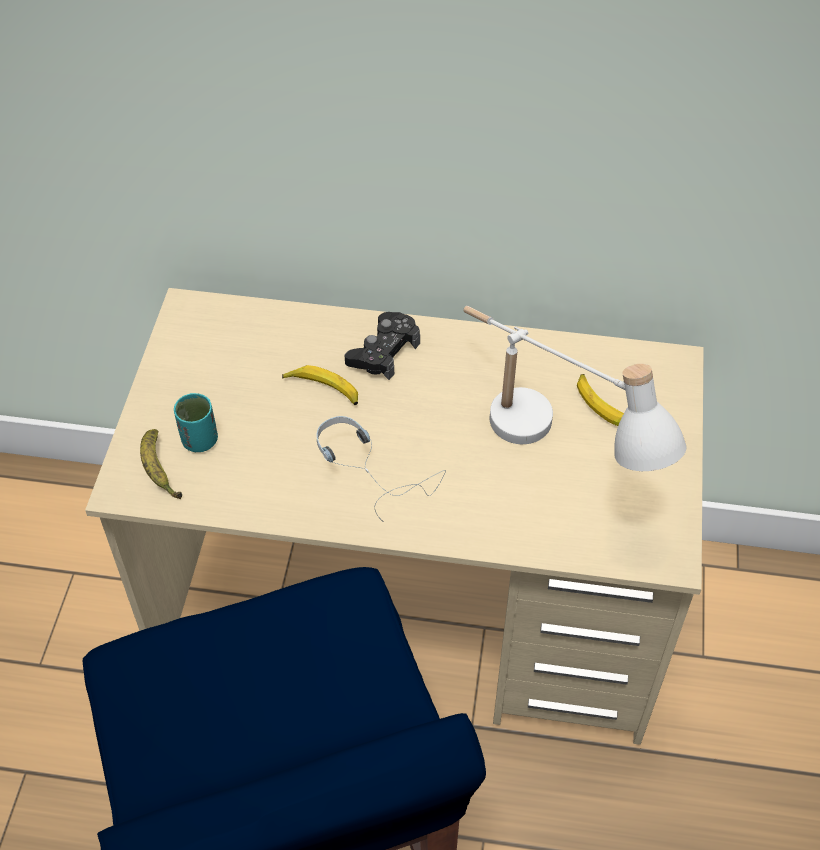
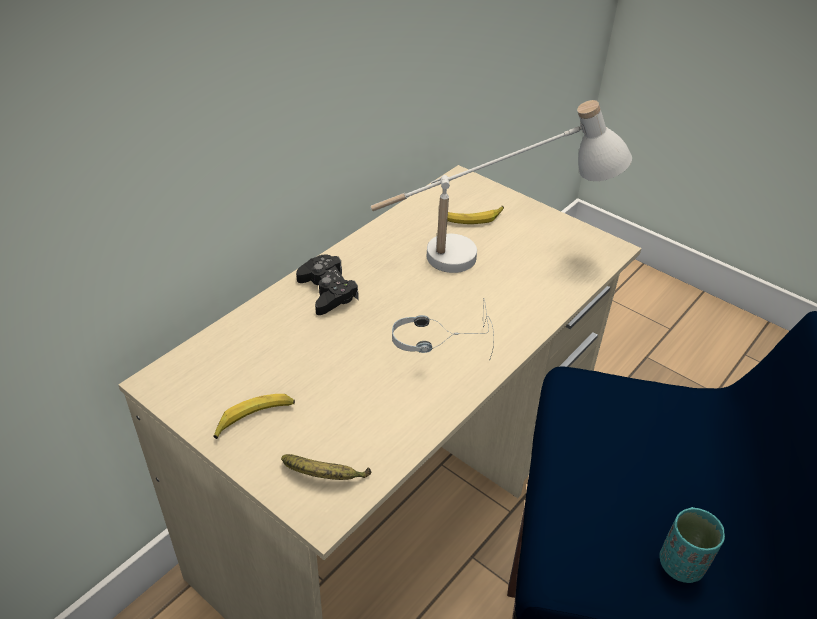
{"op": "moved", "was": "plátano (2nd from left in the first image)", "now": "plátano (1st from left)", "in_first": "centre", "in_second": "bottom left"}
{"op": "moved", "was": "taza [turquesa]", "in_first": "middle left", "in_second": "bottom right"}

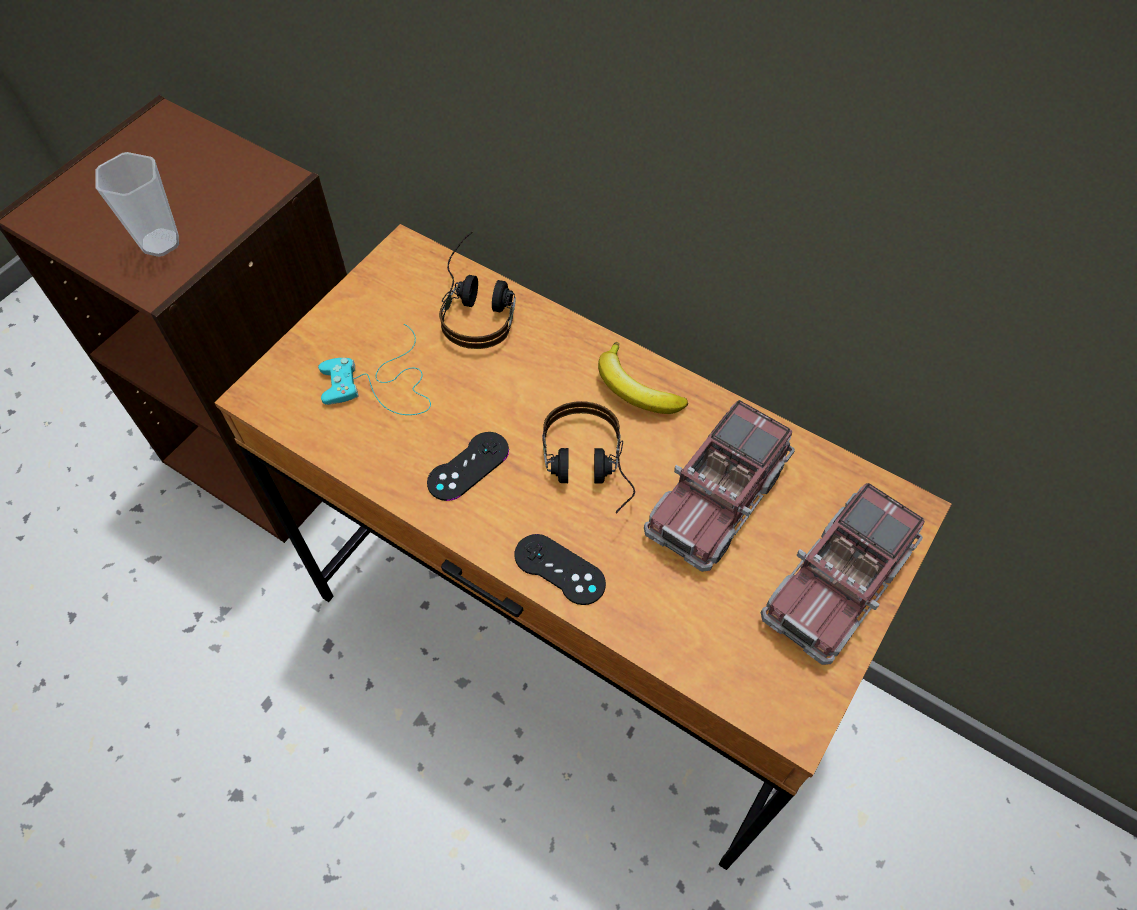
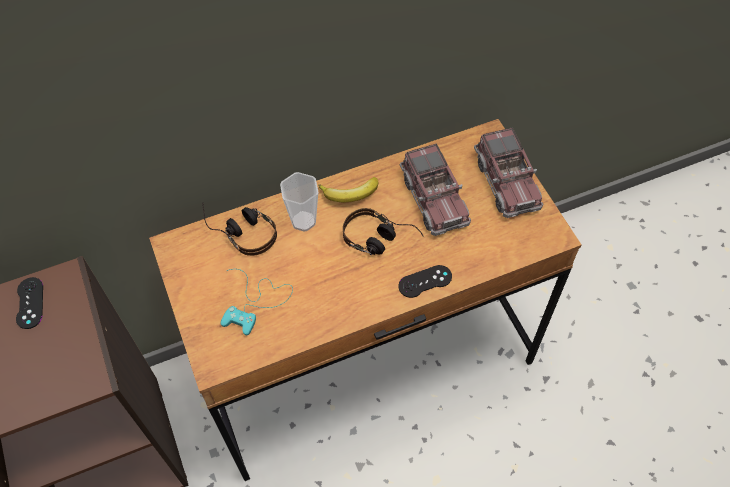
{"op": "moved", "was": "mando de consola [negro] (1st from left)", "in_first": "centre", "in_second": "middle left"}
{"op": "moved", "was": "taza", "in_first": "top left", "in_second": "centre"}

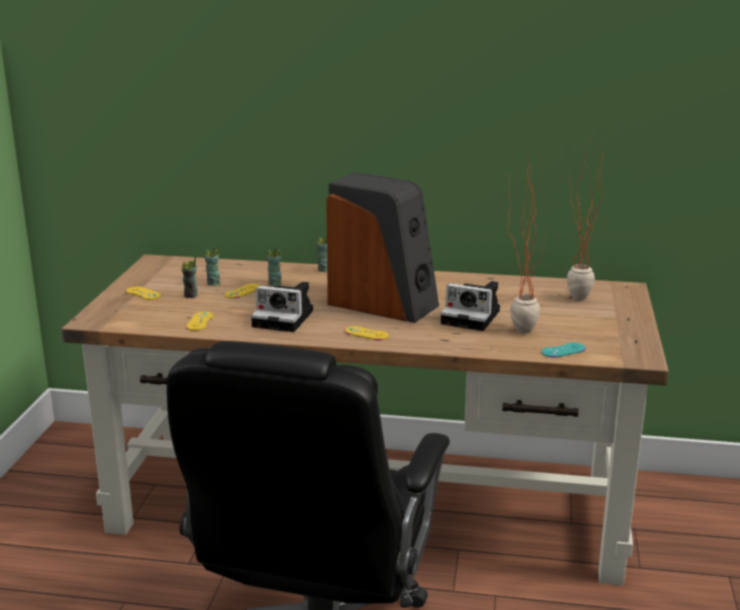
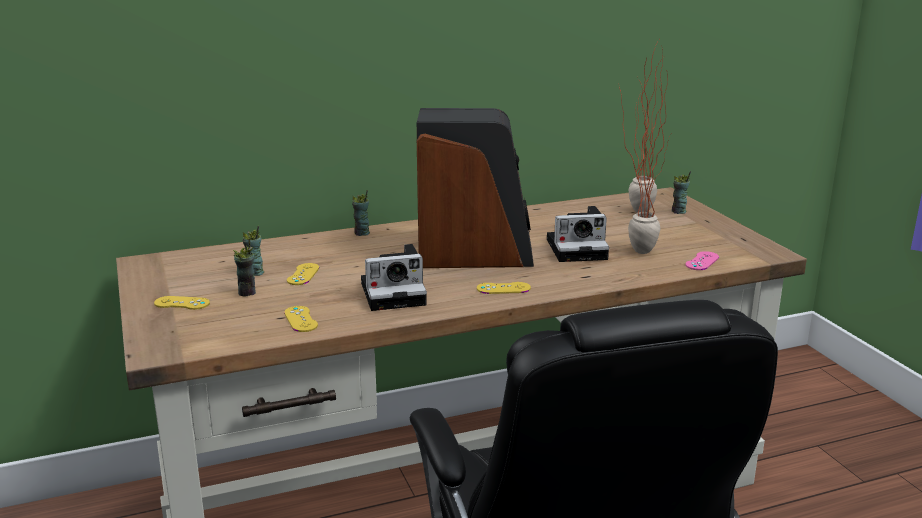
{"op": "moved", "was": "taza (3rd from left in the first image)", "now": "taza (4th from left)", "in_first": "centre", "in_second": "middle right"}
{"op": "recoloured", "was": "mando de consola [turquesa]", "now": "mando de consola [rosa]", "in_first": "middle right", "in_second": "middle right"}

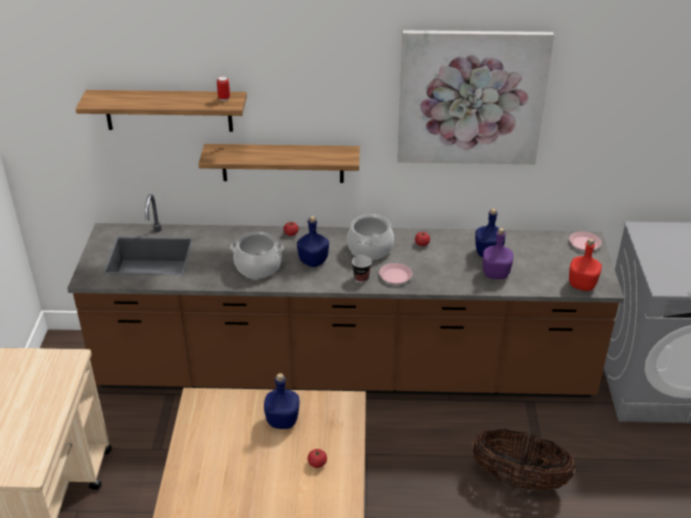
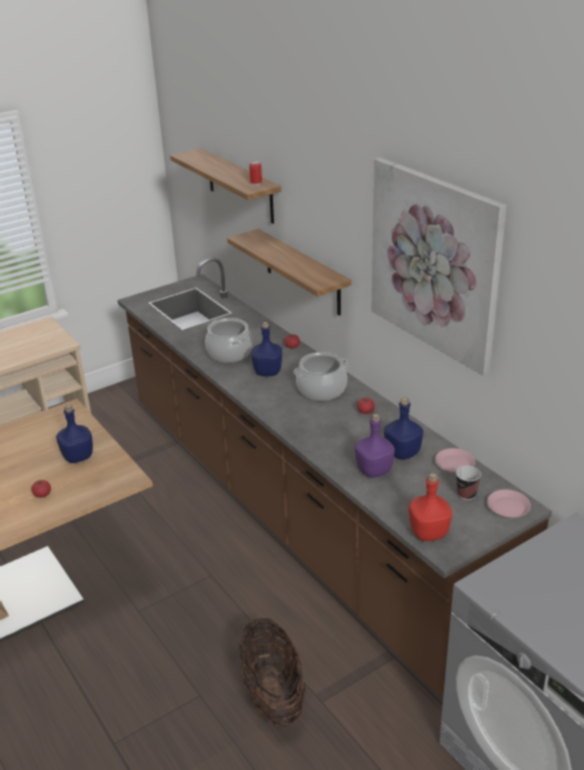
{"op": "moved", "was": "plato [rosa] (1st from left)", "in_first": "centre", "in_second": "middle right"}
{"op": "moved", "was": "taza", "in_first": "centre", "in_second": "middle right"}

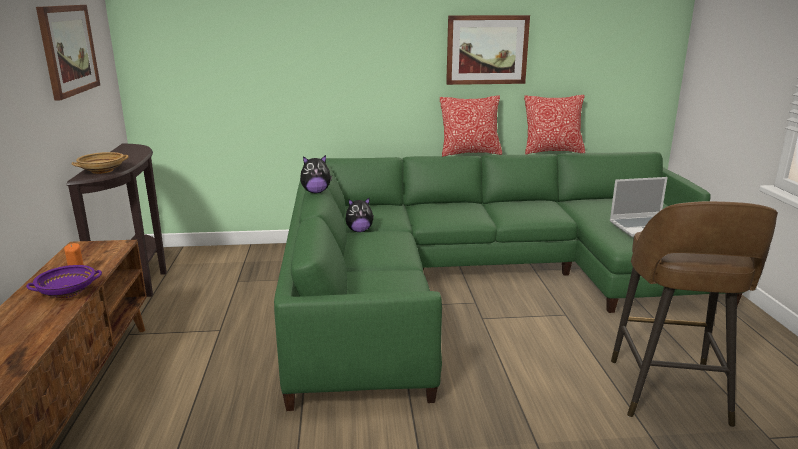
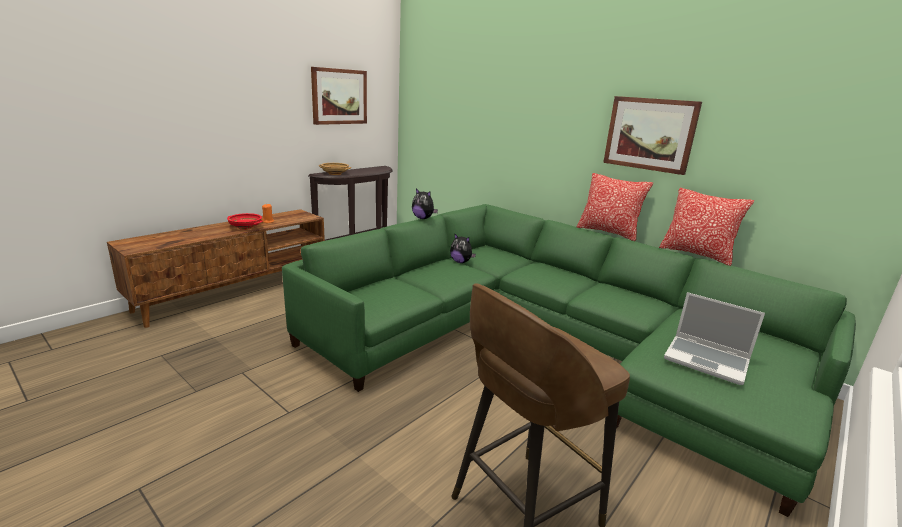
{"op": "recoloured", "was": "cuenco [morado]", "now": "cuenco [rojo]", "in_first": "middle left", "in_second": "middle left"}

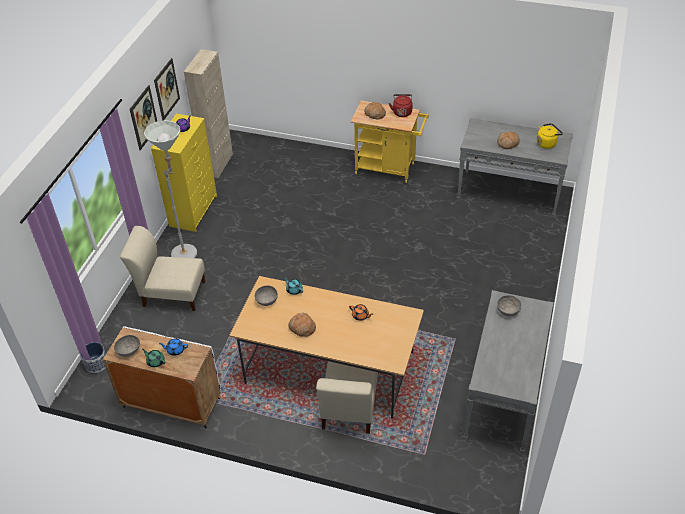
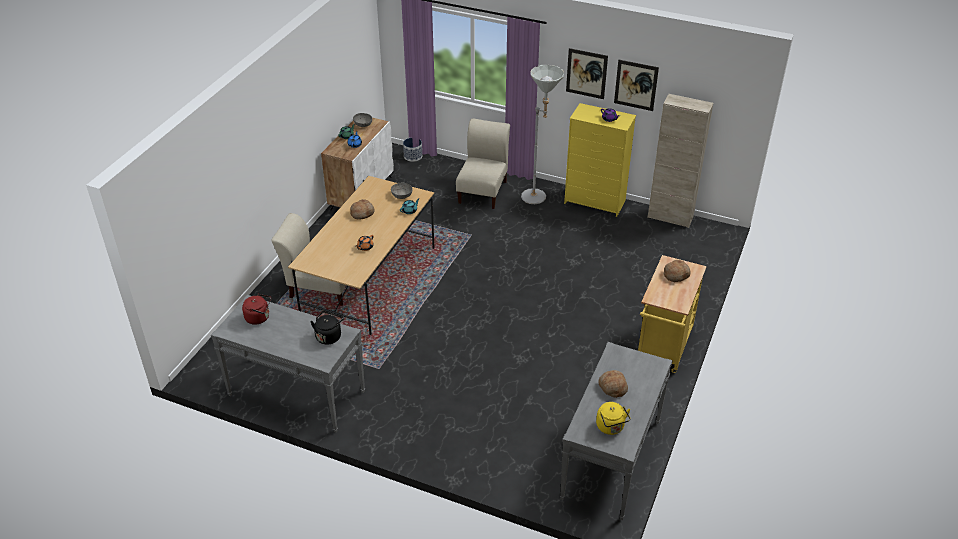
{"op": "moved", "was": "hervidor [rojo]", "in_first": "top centre", "in_second": "middle left"}
{"op": "replaced", "was": "cuenco [gris] (3rd from left)", "now": "hervidor [negro]", "in_first": "middle right", "in_second": "centre"}

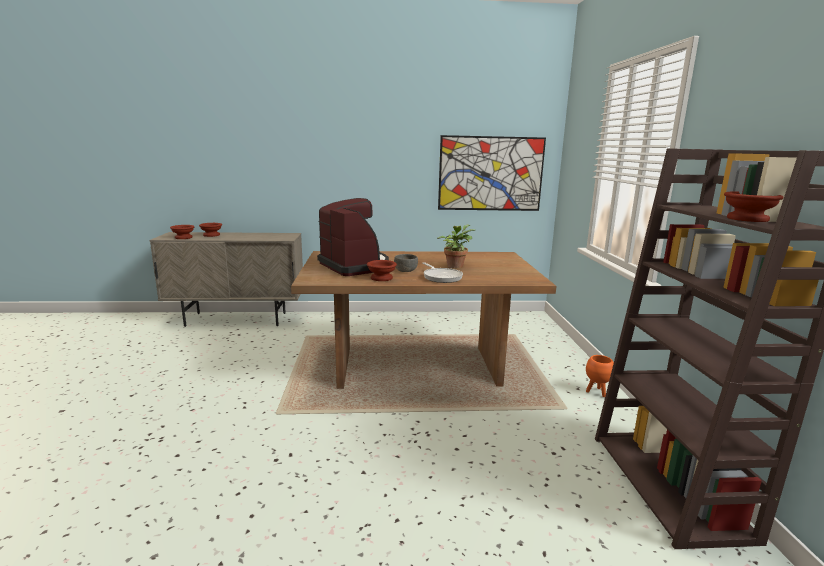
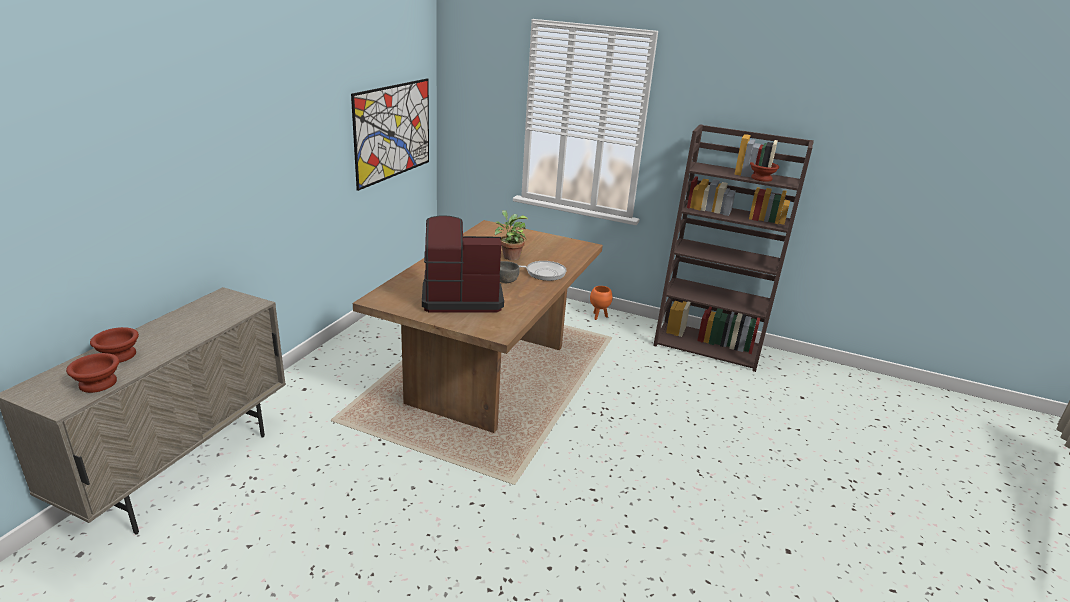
{"op": "removed", "was": "cuenco [marrón] (3rd from left)", "in_first": "centre"}

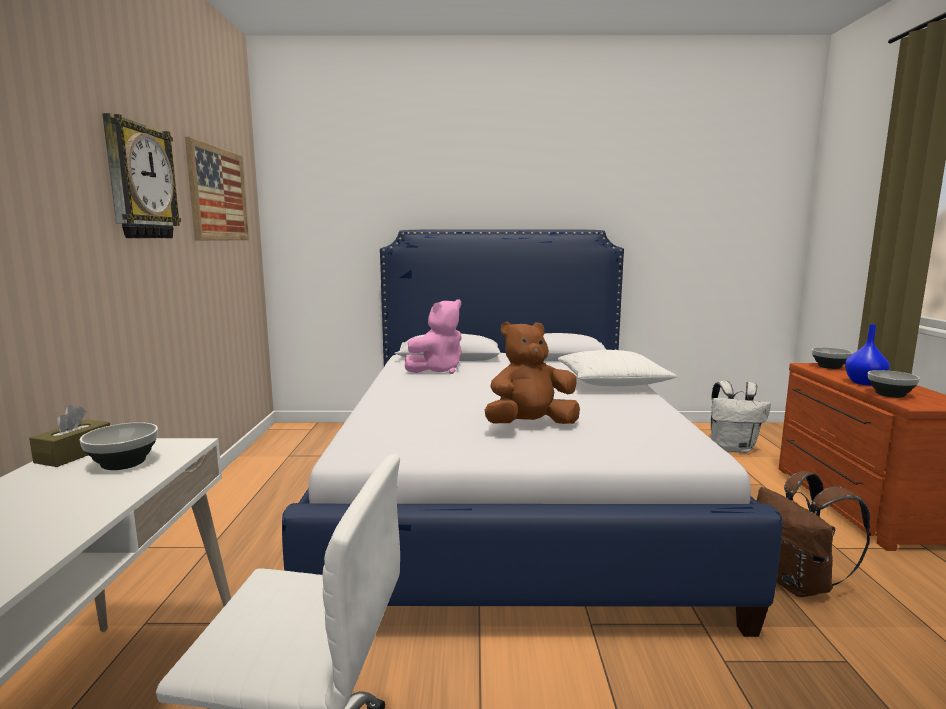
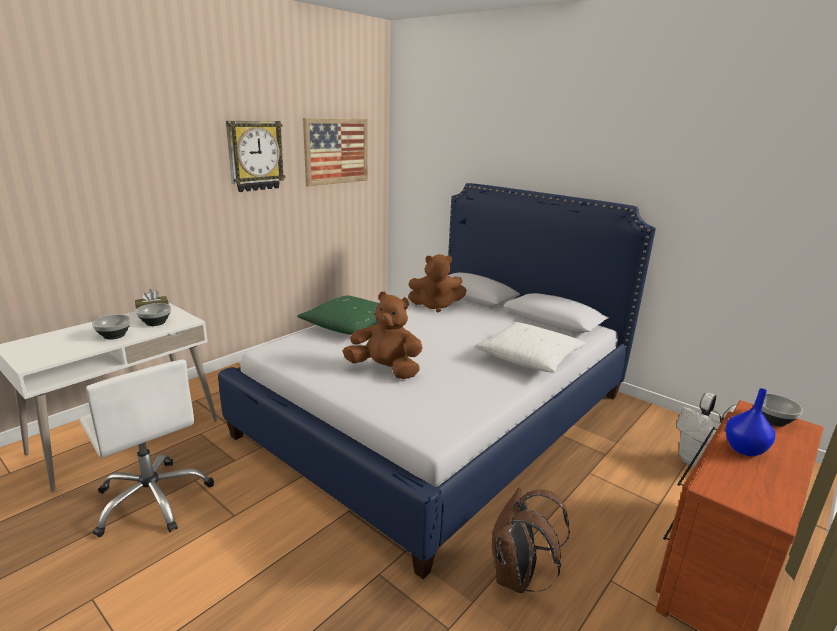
{"op": "moved", "was": "cuenco (3rd from left in the first image)", "now": "cuenco (1st from left)", "in_first": "middle right", "in_second": "middle left"}
{"op": "added", "now": "cojín [verde]", "in_second": "centre"}
{"op": "recoloured", "was": "peluche [rosa]", "now": "peluche [marrón] (2nd from left)", "in_first": "centre", "in_second": "centre"}

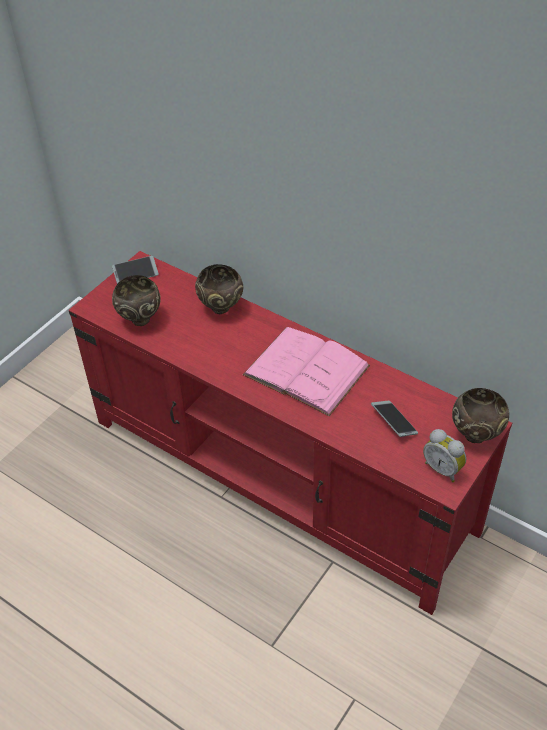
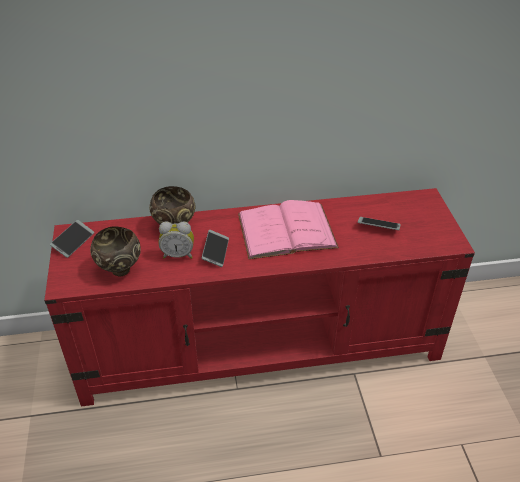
{"op": "moved", "was": "despertador", "in_first": "middle right", "in_second": "centre"}
{"op": "added", "now": "móvil (2nd from left)", "in_second": "centre"}
{"op": "removed", "was": "cuenco [marrón] (3rd from left)", "in_first": "middle right"}

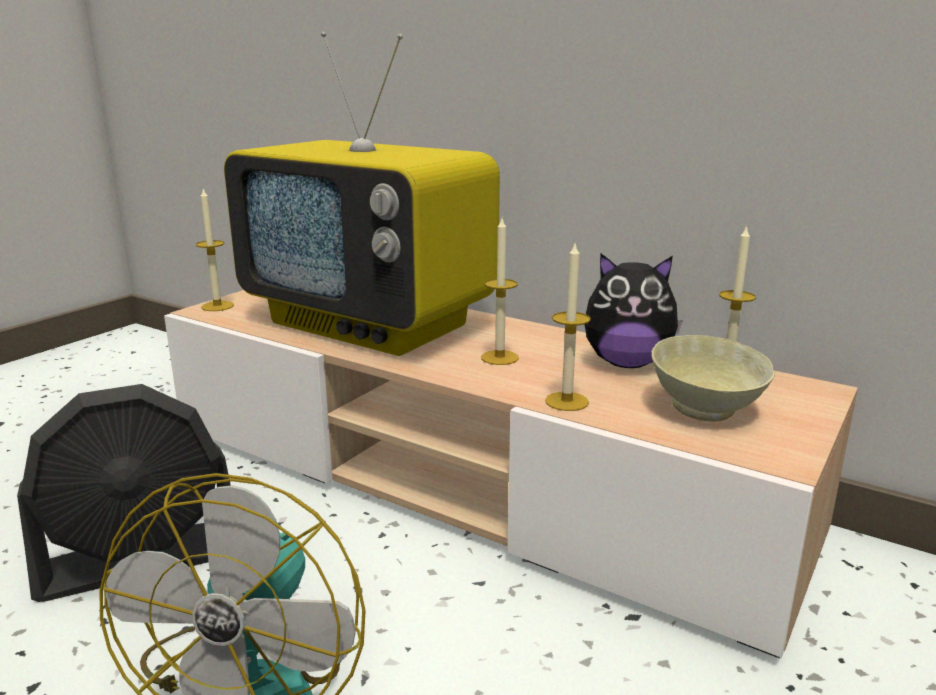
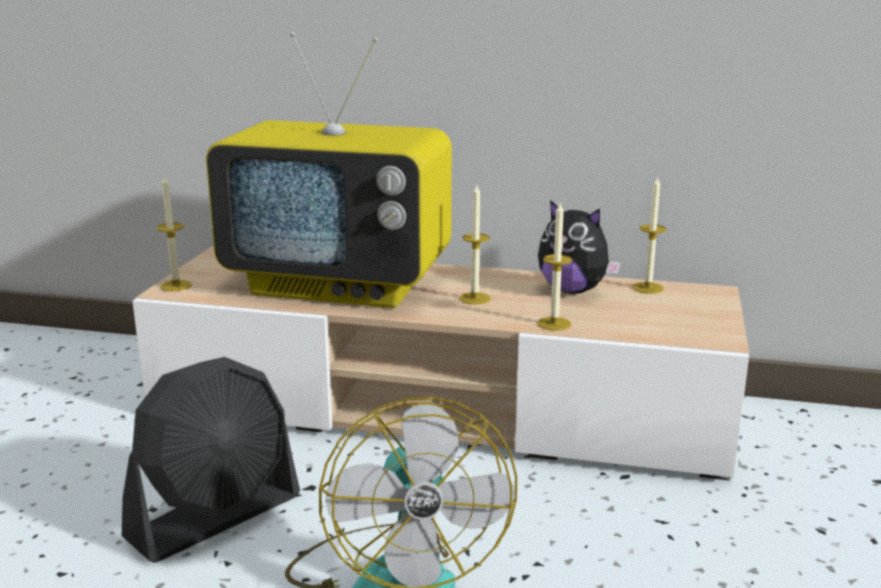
{"op": "turned", "was": "peluche", "in_first": "middle right", "in_second": "centre", "clockwise": 45}
{"op": "removed", "was": "cuenco [beis]", "in_first": "middle right"}

